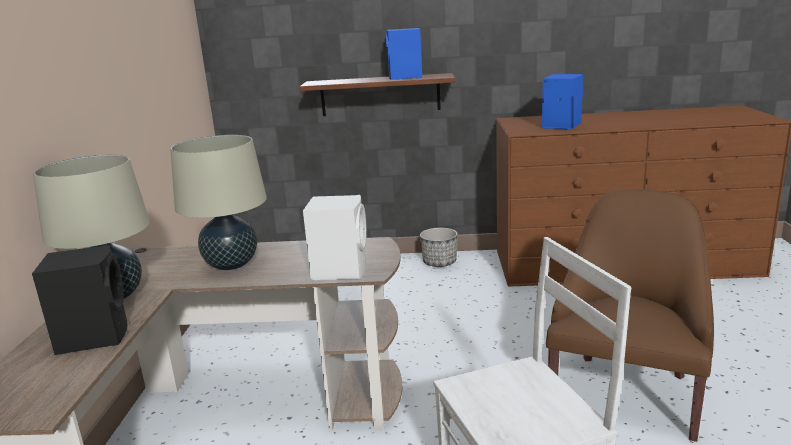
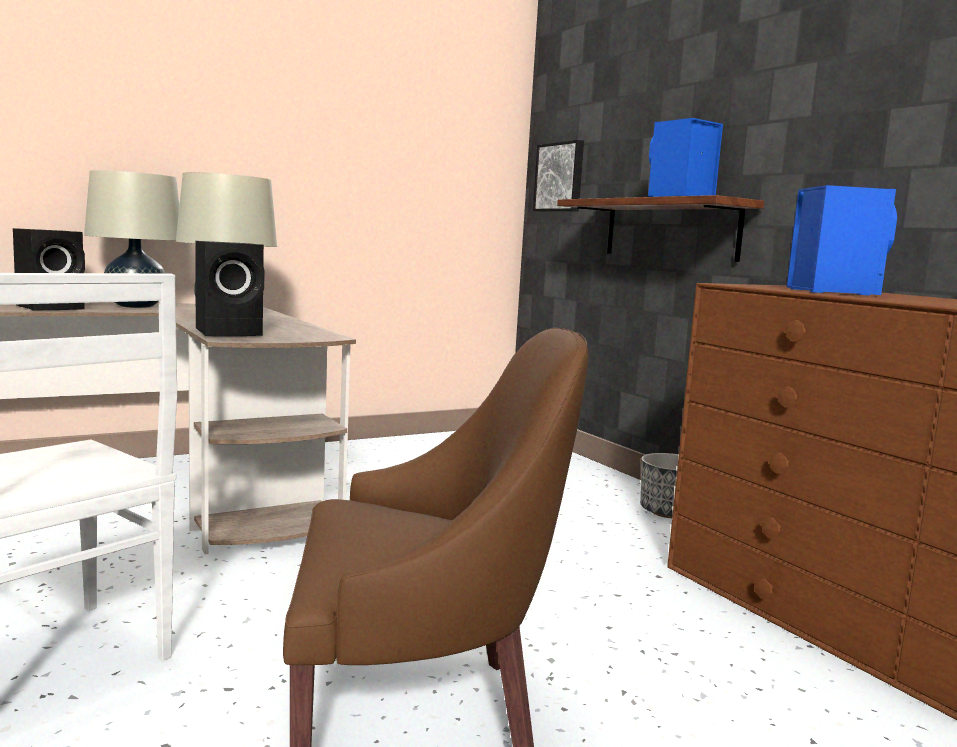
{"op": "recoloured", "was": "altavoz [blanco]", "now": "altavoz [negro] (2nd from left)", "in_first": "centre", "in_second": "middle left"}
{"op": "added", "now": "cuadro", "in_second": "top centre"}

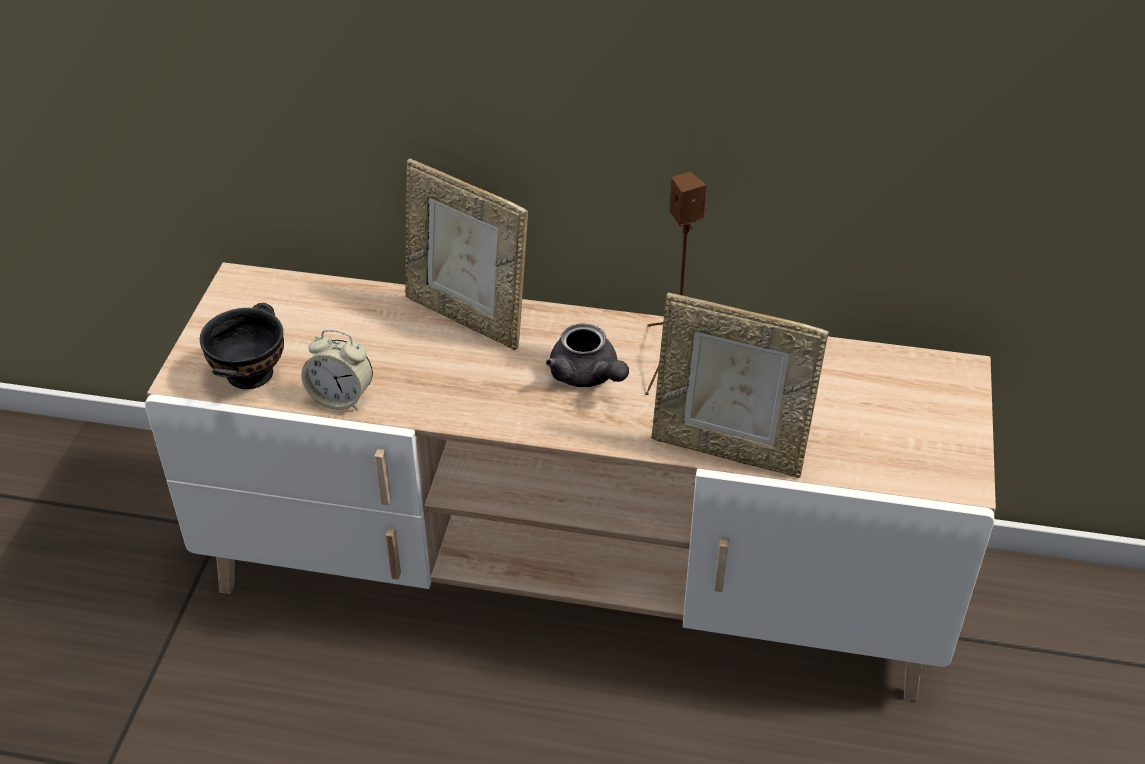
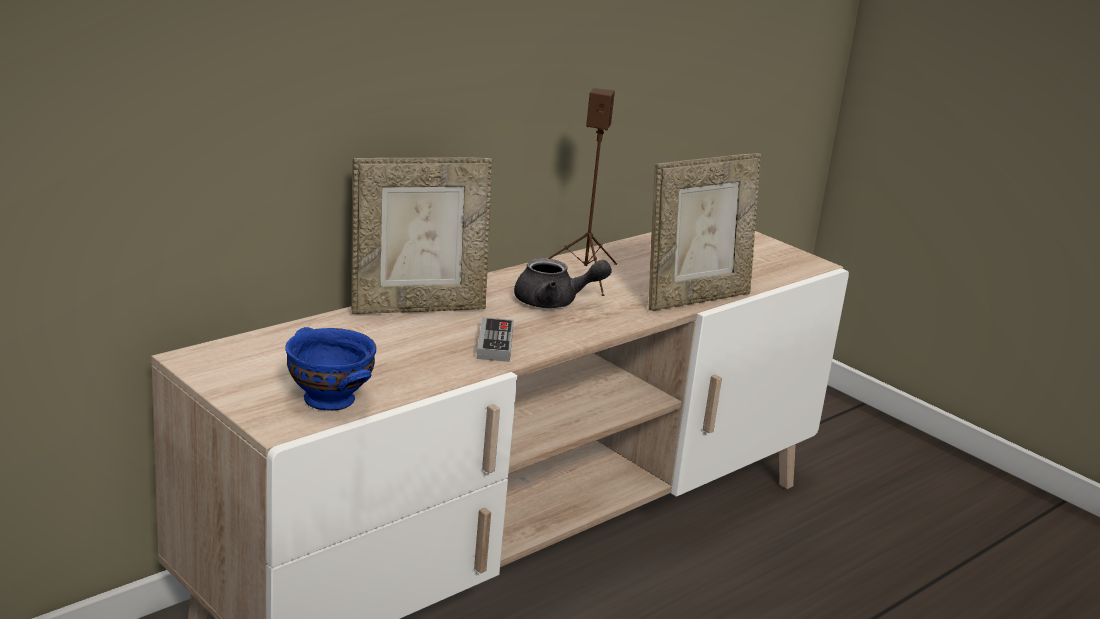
{"op": "recoloured", "was": "cuenco [negro]", "now": "cuenco [azul]", "in_first": "middle left", "in_second": "middle left"}
{"op": "added", "now": "mando de consola", "in_second": "centre"}
{"op": "removed", "was": "despertador", "in_first": "middle left"}

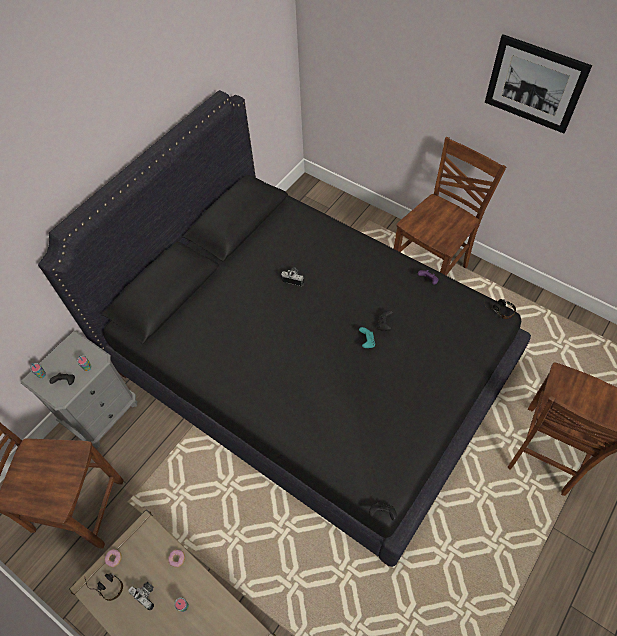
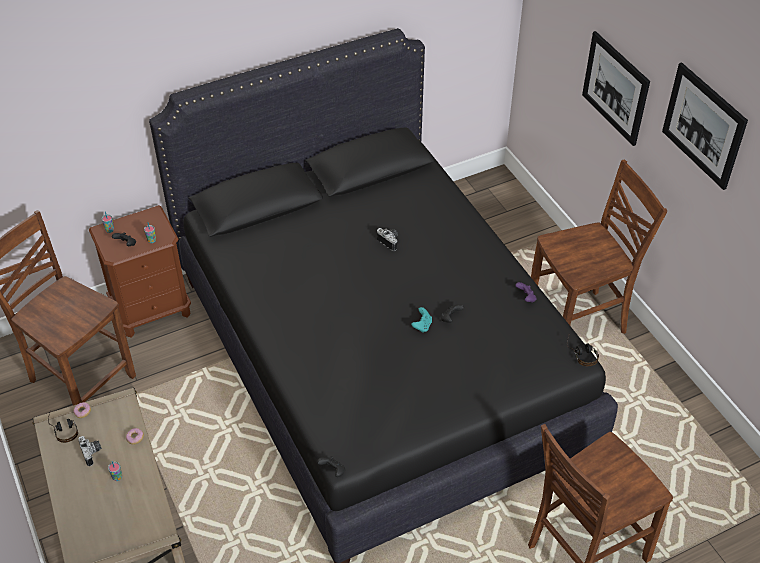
{"op": "recoloured", "was": "mesita de noche [gris]", "now": "mesita de noche [marrón]", "in_first": "middle left", "in_second": "middle left"}
{"op": "added", "now": "cuadro (1st from left)", "in_second": "top right"}

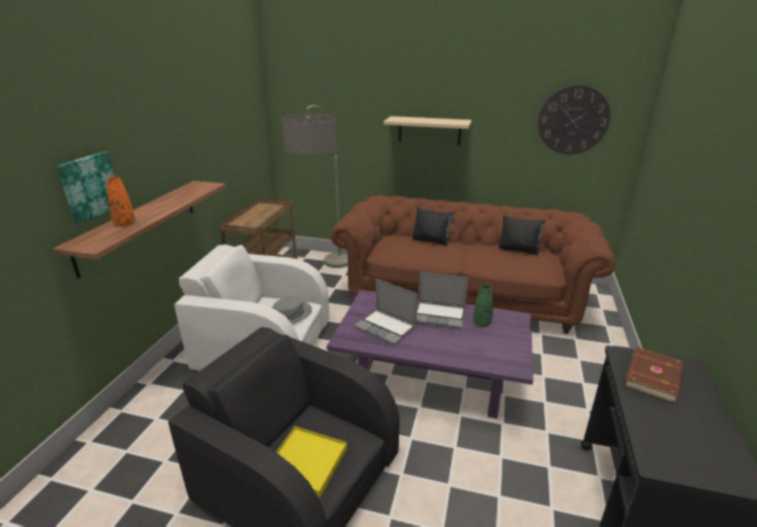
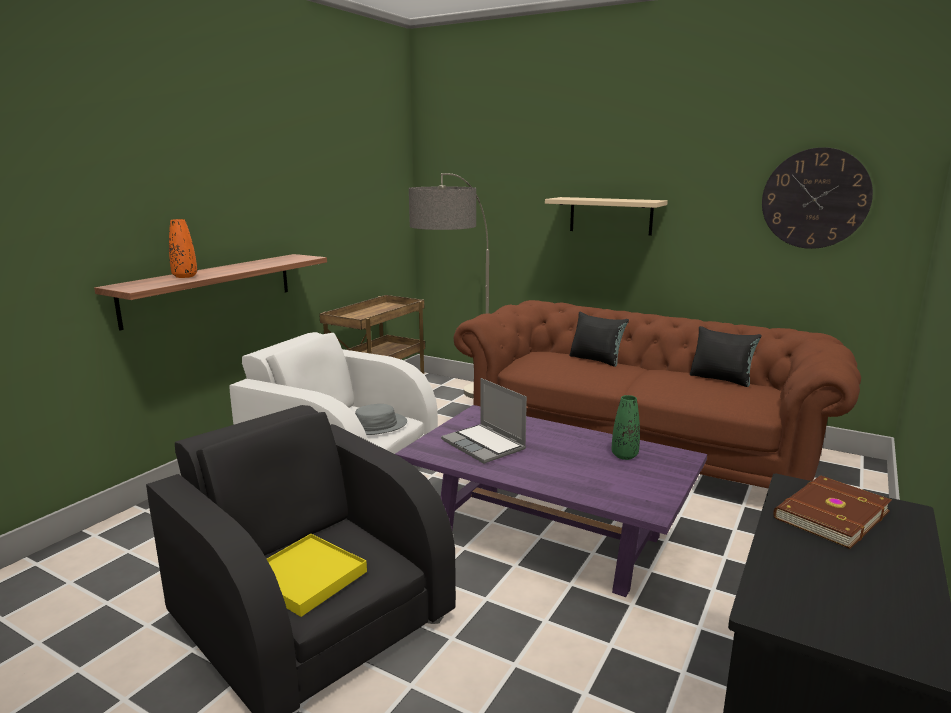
{"op": "removed", "was": "cuadro", "in_first": "middle left"}
{"op": "removed", "was": "portátil (2nd from left)", "in_first": "centre"}

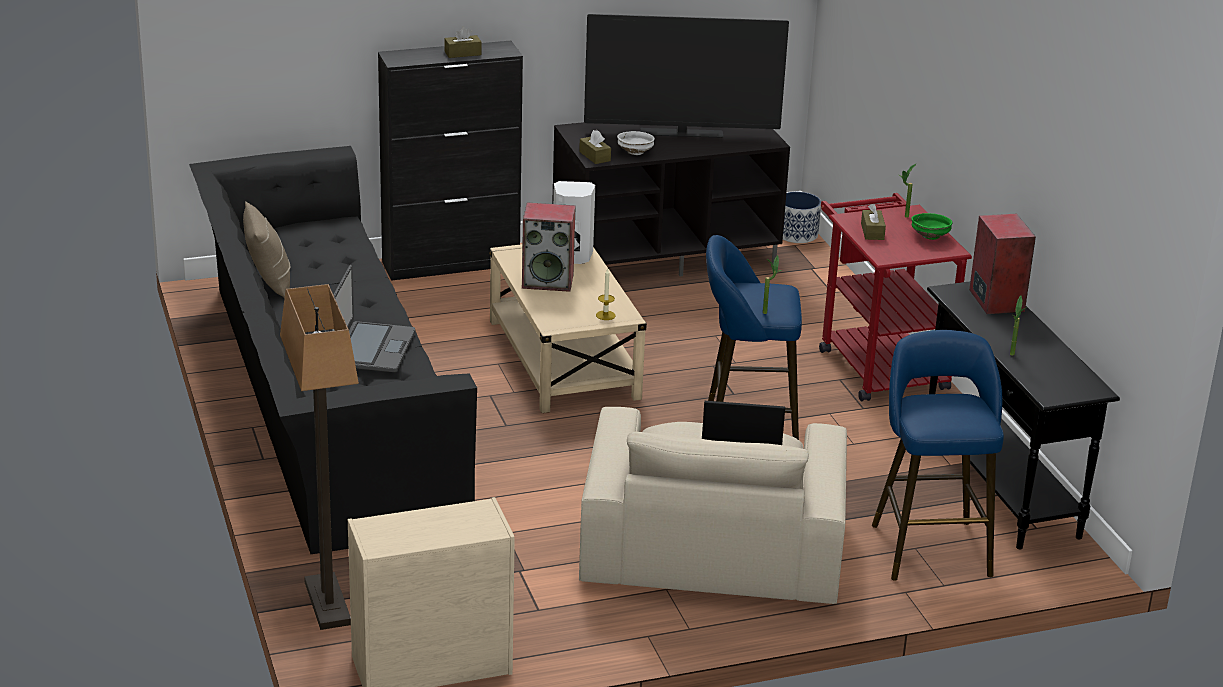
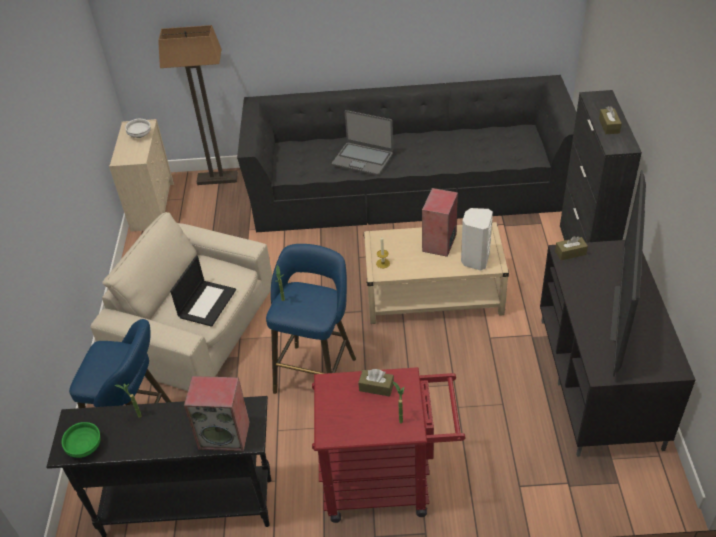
{"op": "moved", "was": "cuenco [verde]", "in_first": "top right", "in_second": "bottom left"}
{"op": "moved", "was": "cuenco [blanco]", "in_first": "top centre", "in_second": "top left"}
{"op": "removed", "was": "cojín [beis]", "in_first": "middle left"}
{"op": "removed", "was": "maceta", "in_first": "top centre"}

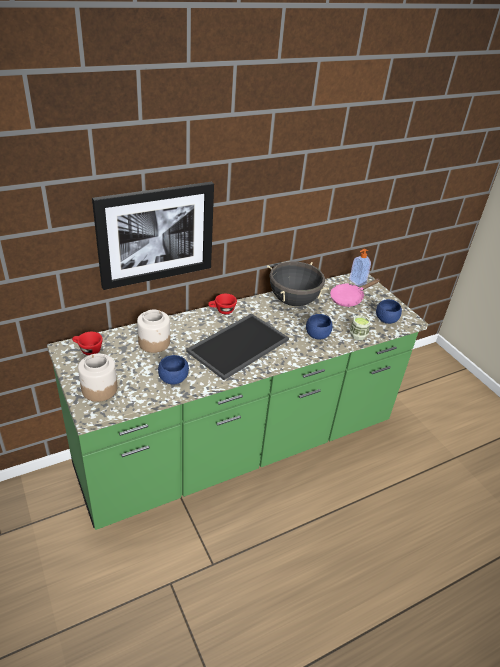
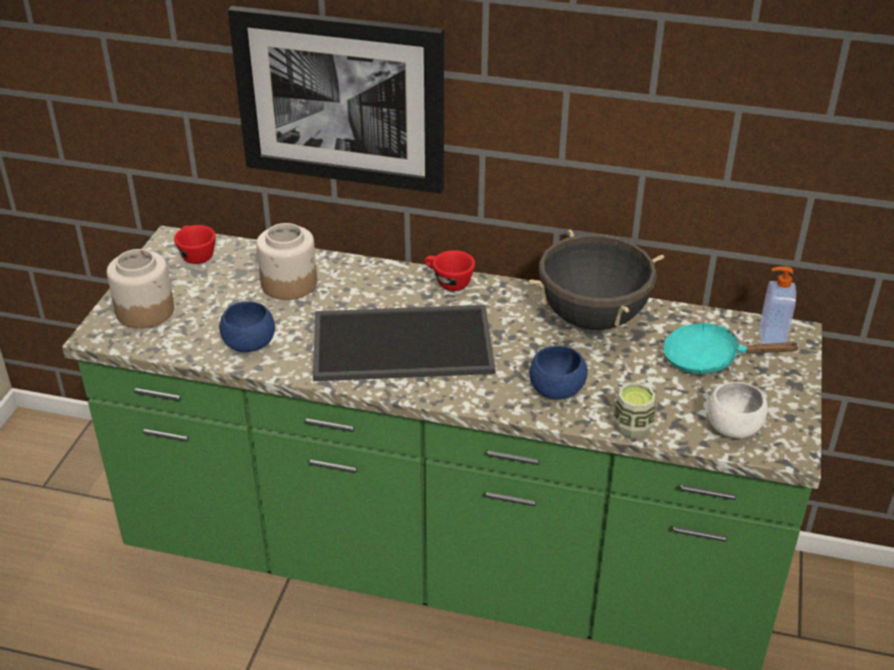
{"op": "recoloured", "was": "sartén [rosa]", "now": "sartén [turquesa]", "in_first": "middle right", "in_second": "middle right"}
{"op": "recoloured", "was": "cuenco [azul] (3rd from left)", "now": "cuenco [blanco]", "in_first": "middle right", "in_second": "middle right"}

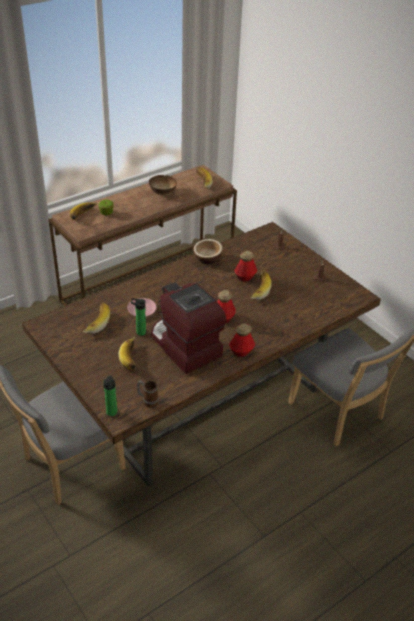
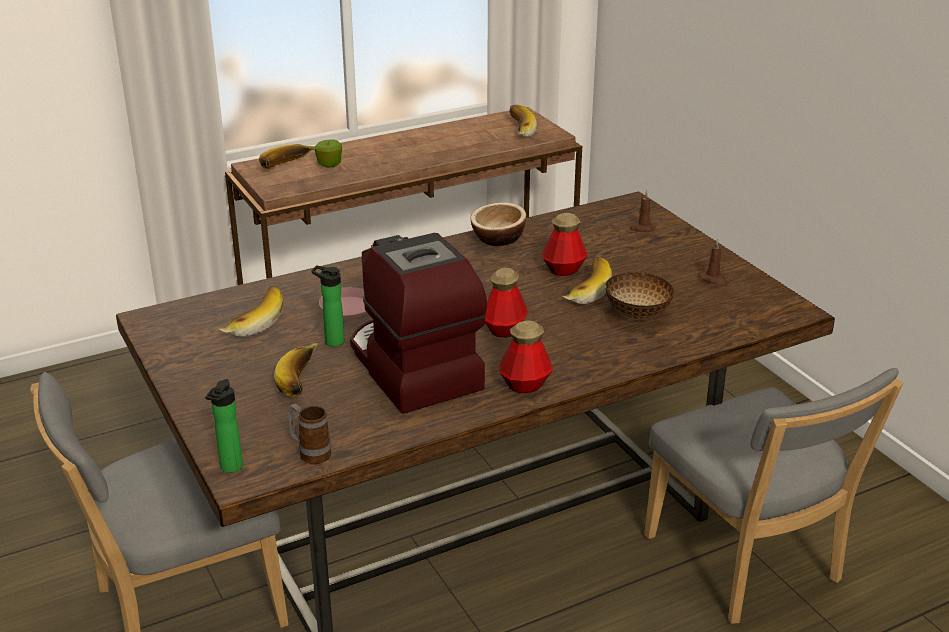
{"op": "moved", "was": "cuenco (1st from left in the first image)", "now": "cuenco (2nd from left)", "in_first": "top centre", "in_second": "middle right"}

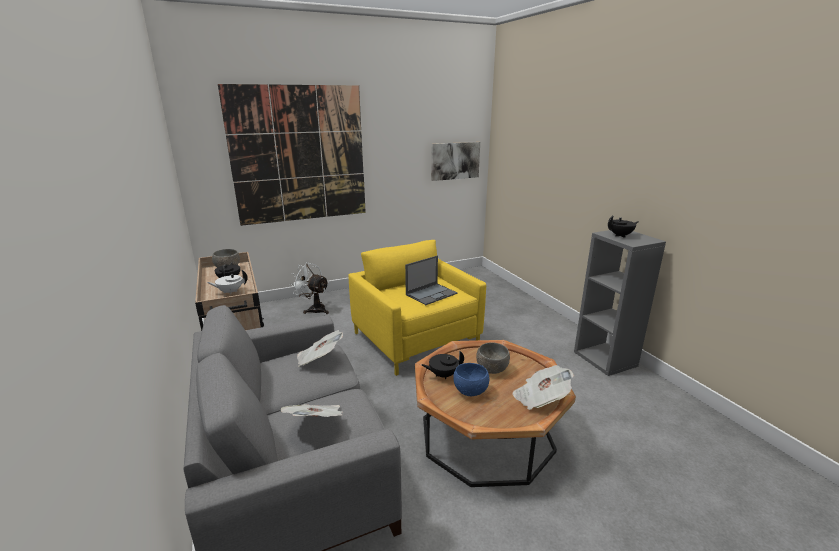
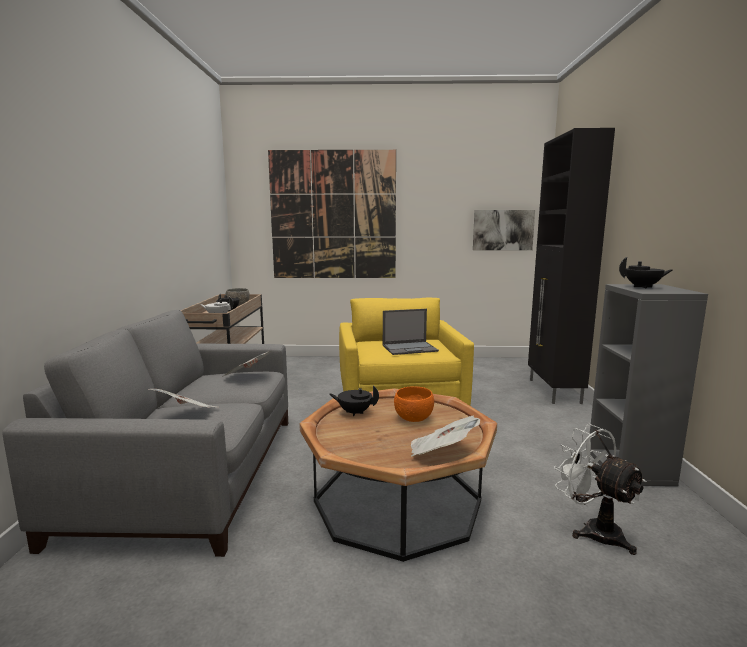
{"op": "recoloured", "was": "cuenco [gris] (2nd from left)", "now": "cuenco [naranja]", "in_first": "centre", "in_second": "centre"}
{"op": "added", "now": "armario [negro]", "in_second": "middle right"}
{"op": "moved", "was": "ventilador [blanco]", "in_first": "centre", "in_second": "bottom right"}
{"op": "removed", "was": "cuenco [azul]", "in_first": "bottom centre"}

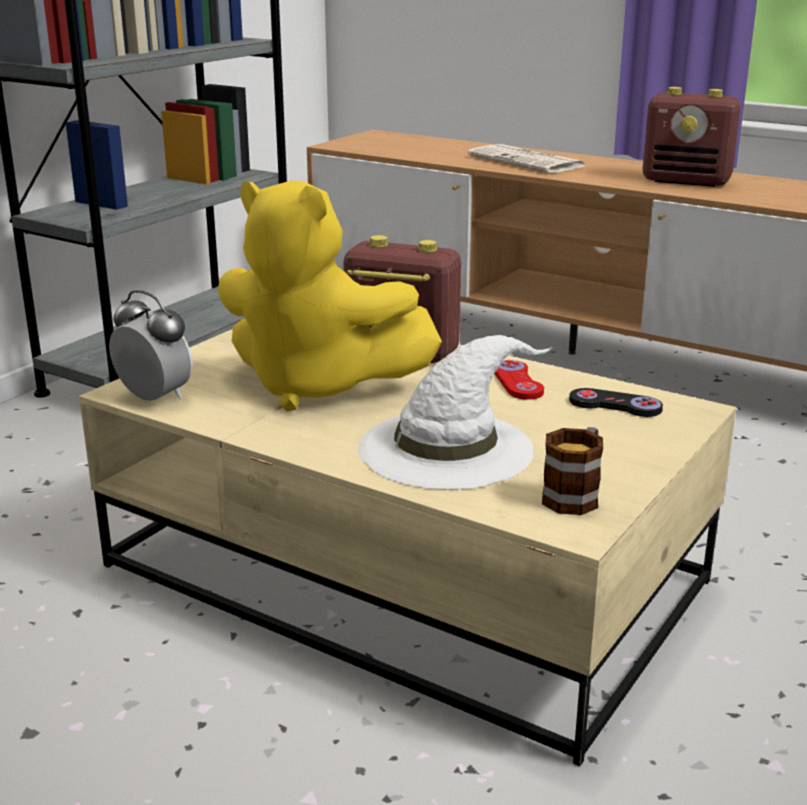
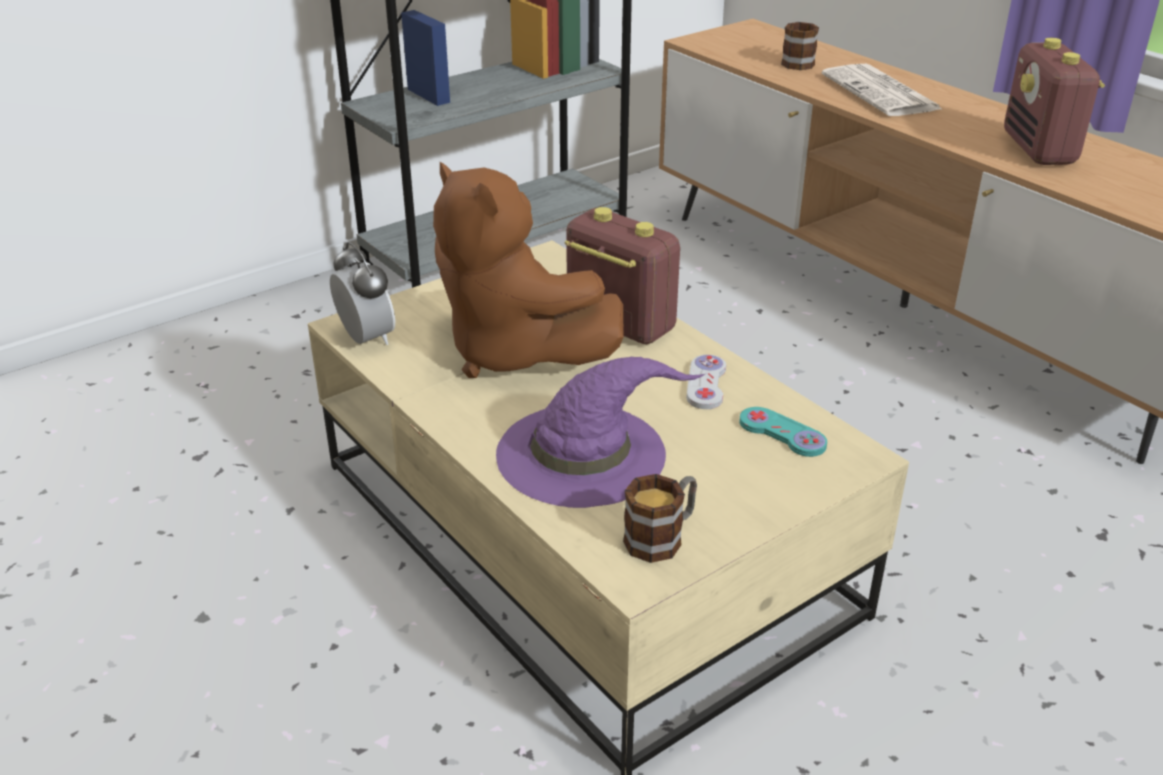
{"op": "recoloured", "was": "peluche [amarillo]", "now": "peluche [marrón]", "in_first": "centre", "in_second": "centre"}
{"op": "recoloured", "was": "sombrero [blanco]", "now": "sombrero [morado]", "in_first": "centre", "in_second": "centre"}
{"op": "recoloured", "was": "mando de consola [rojo]", "now": "mando de consola [blanco]", "in_first": "centre", "in_second": "centre"}
{"op": "recoloured", "was": "mando de consola [negro]", "now": "mando de consola [turquesa]", "in_first": "middle right", "in_second": "middle right"}
{"op": "added", "now": "taza grande (2nd from left)", "in_second": "top right"}
{"op": "turned", "was": "radio (2nd from left)", "in_first": "top right", "in_second": "top right", "clockwise": 45}

